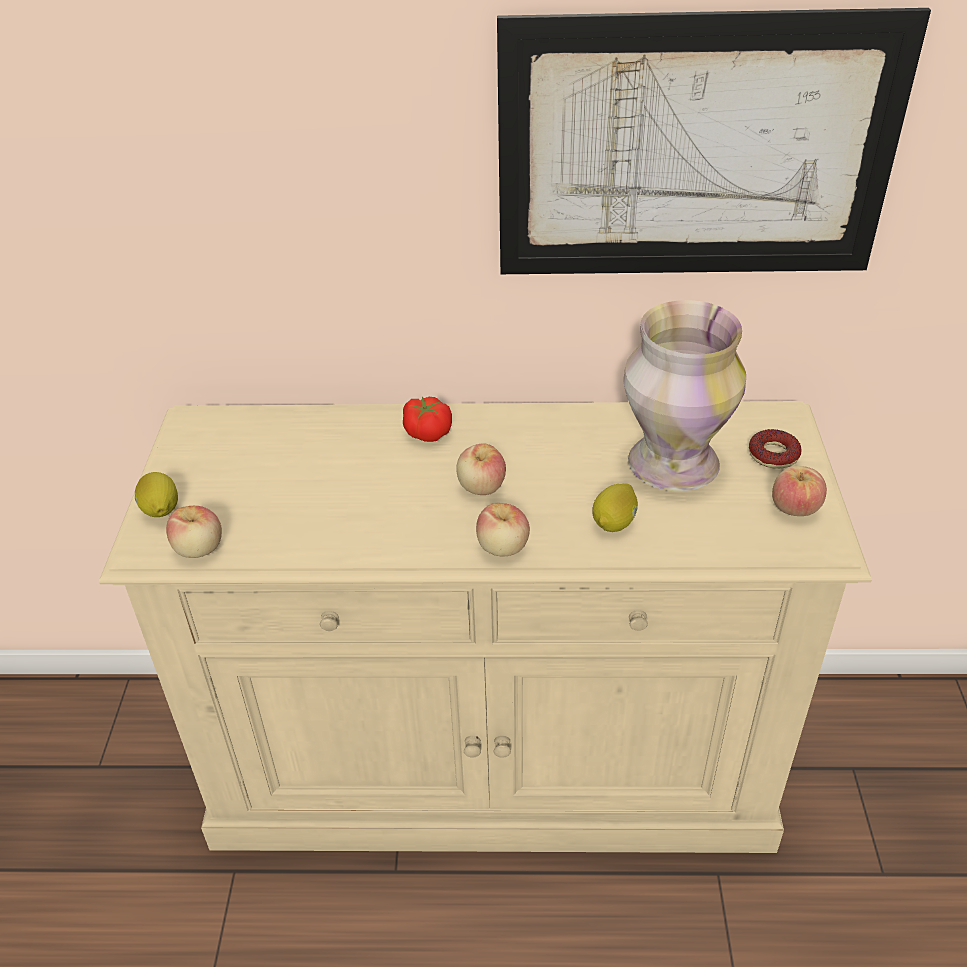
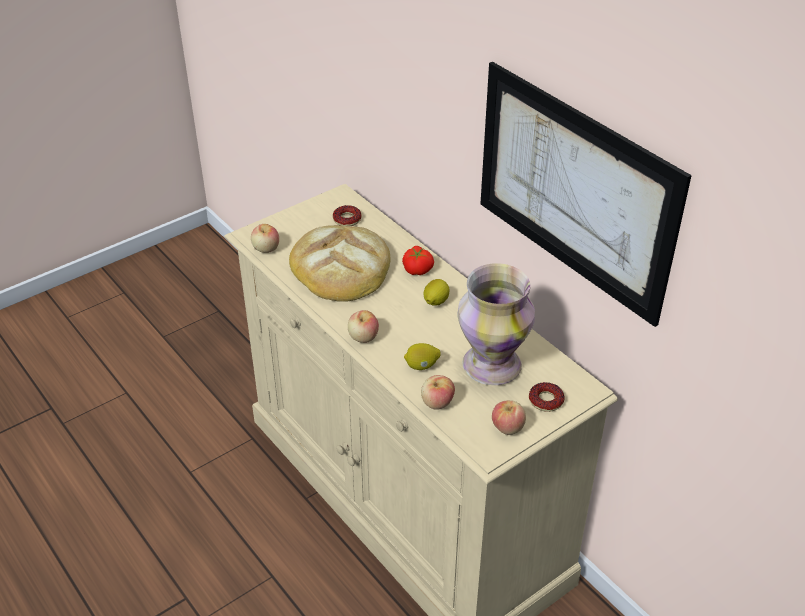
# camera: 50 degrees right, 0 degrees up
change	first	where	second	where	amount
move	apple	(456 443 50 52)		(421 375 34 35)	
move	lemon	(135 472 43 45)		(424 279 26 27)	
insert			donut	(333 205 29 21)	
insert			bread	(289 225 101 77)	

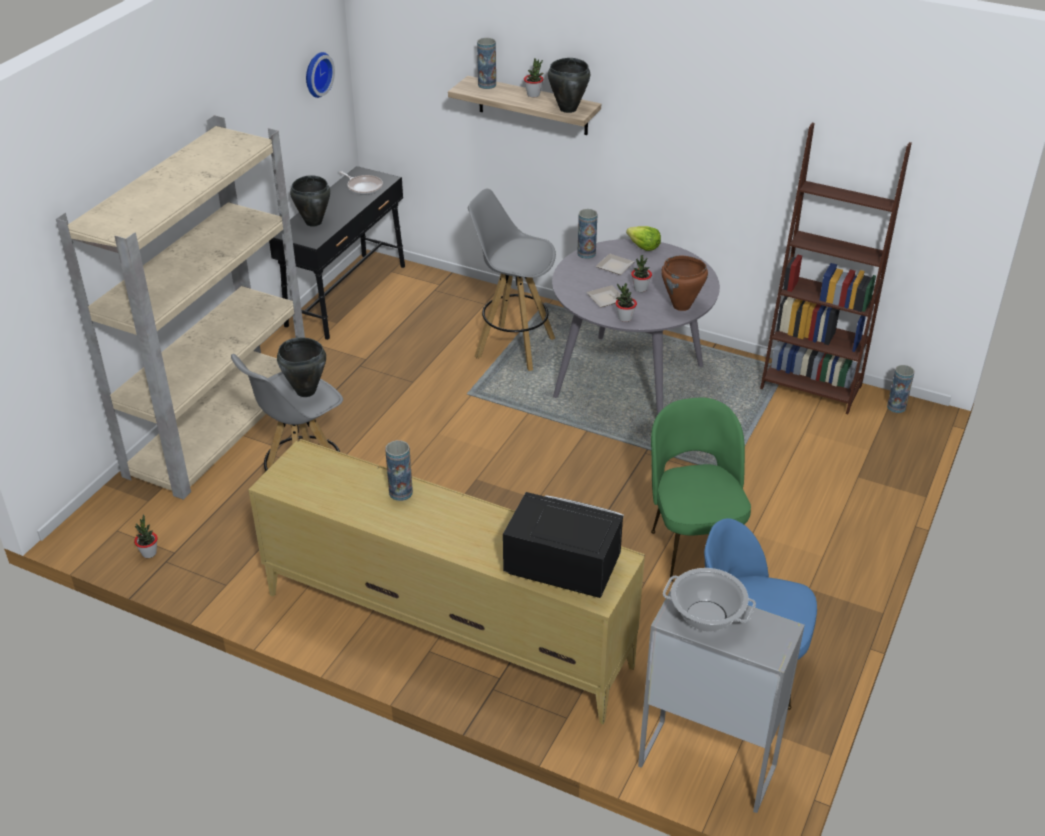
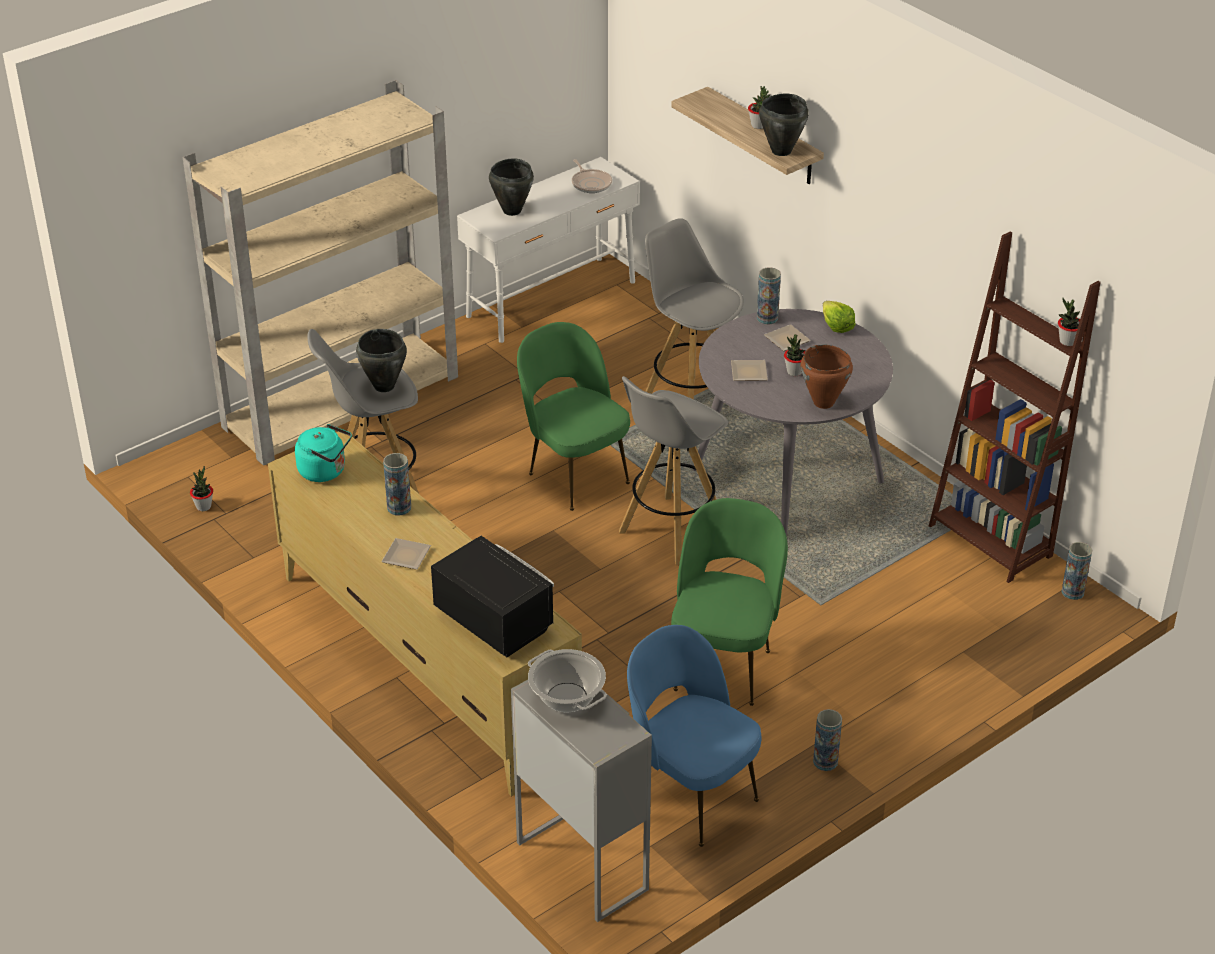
# camera: 25 degrees right, 0 degrees up
change	first	where	second	where	amount
move	vase	(477 38 19 51)		(813 709 29 62)	
delete	wall clock	(306 52 29 46)			
recolor	console table (black)	(269 166 136 174)	console table (white)	(457 157 183 186)	
move	potted plant	(616 283 21 39)		(1058 298 22 48)	
insert			chair (green)	(517 322 113 189)	
insert			stool (grey)	(619 376 109 189)	
insert			kettle (turquoise)	(295 424 57 58)	
insert			plate	(381 538 50 32)	

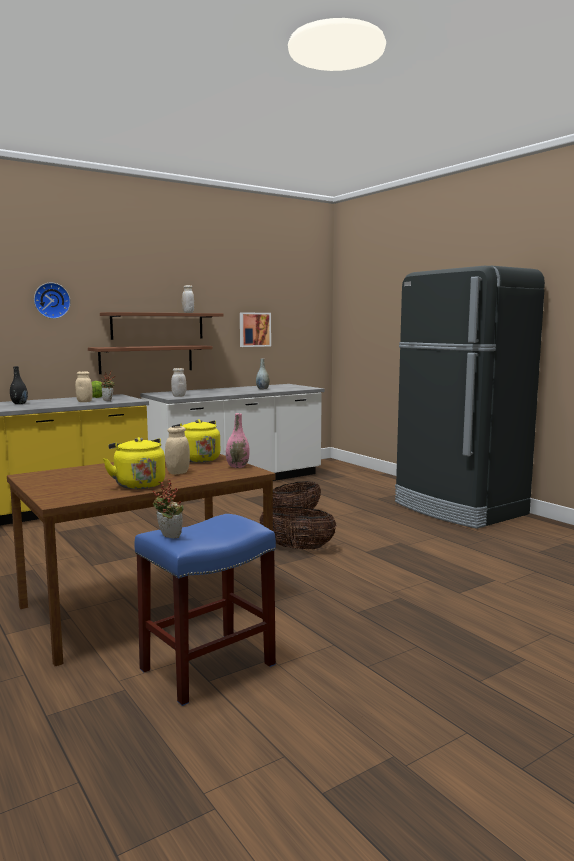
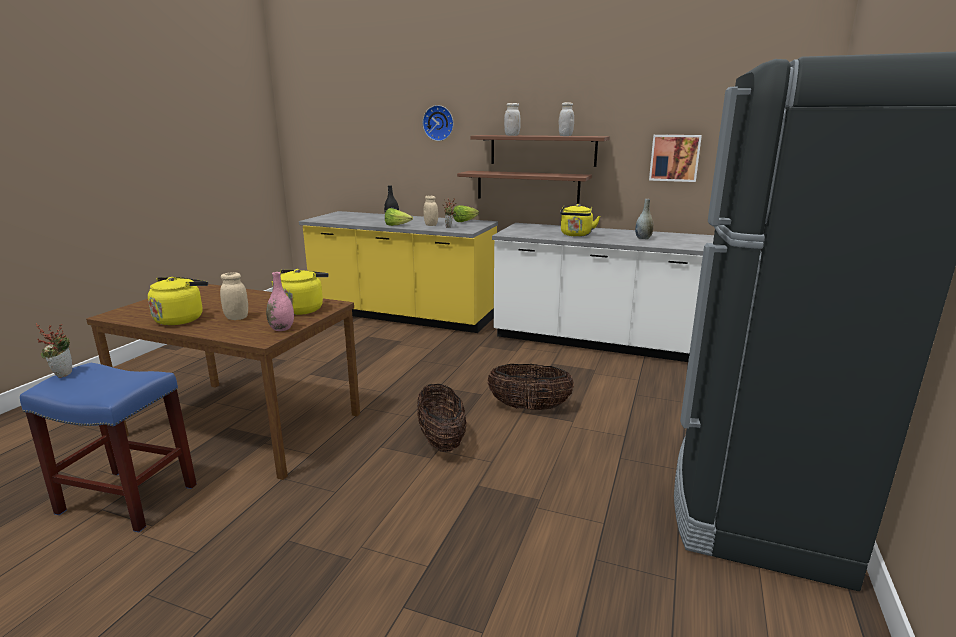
# camera: 55 degrees right, 10 degrees up
change	first	where	second	where	amount
move	jar (white)	(171 368 15 29)		(504 103 17 33)	
insert			kettle (yellow)	(560 204 40 33)	
insert			lettuce	(385 208 28 18)	

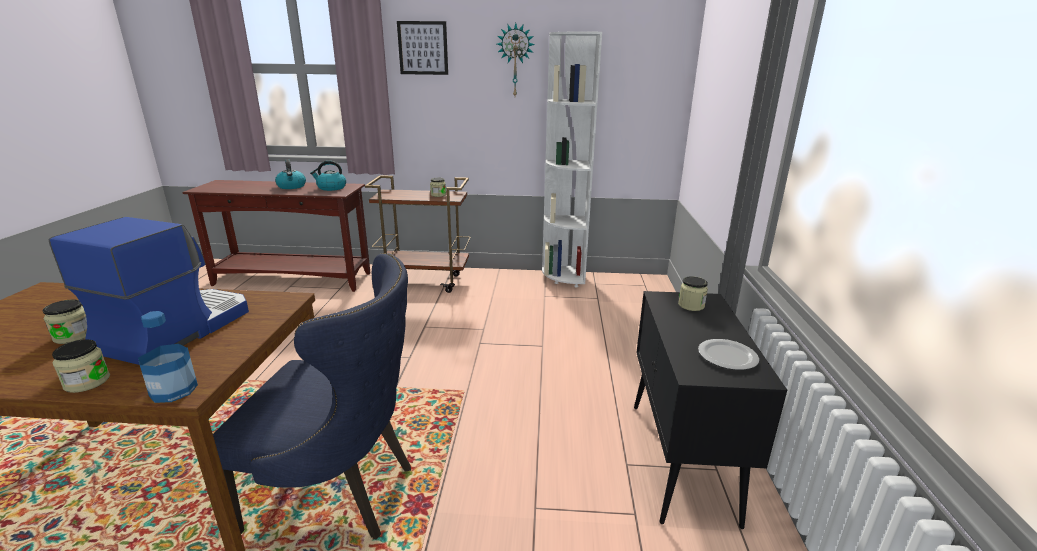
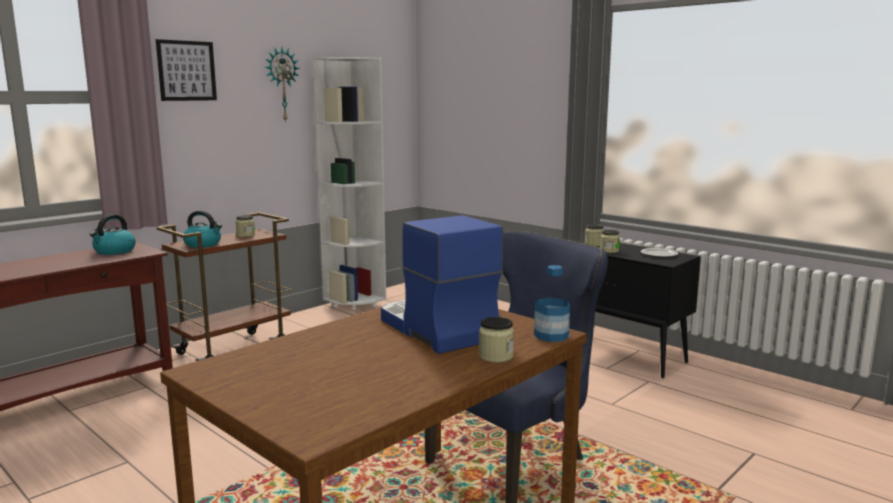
# camera: 50 degrees left, 10 degrees down
change	first	where	second	where	amount
move	kettle	(275 159 31 30)		(183 211 39 37)	
move	jar	(43 299 44 45)		(600 230 20 23)	

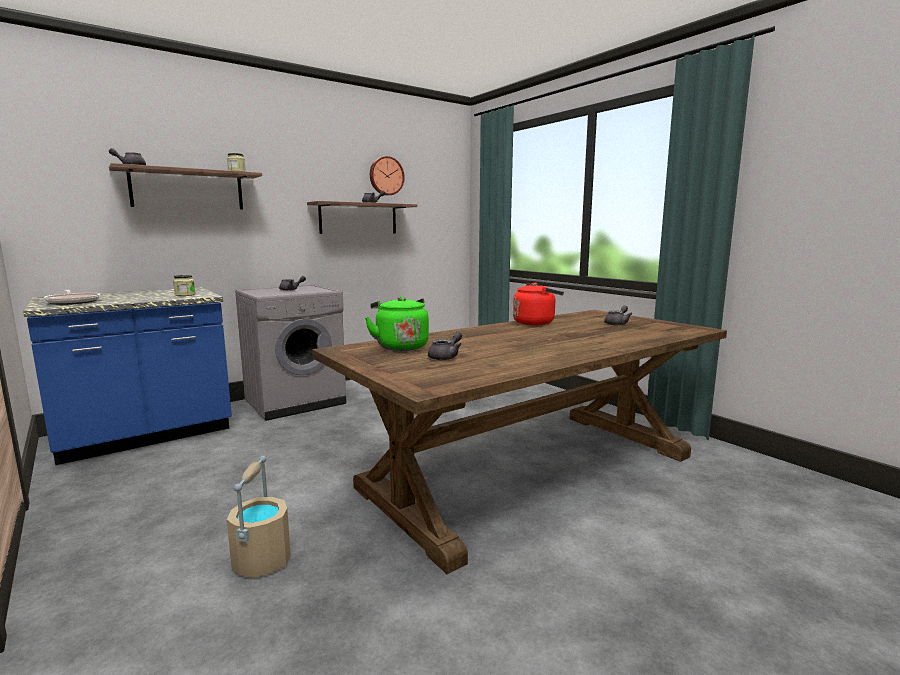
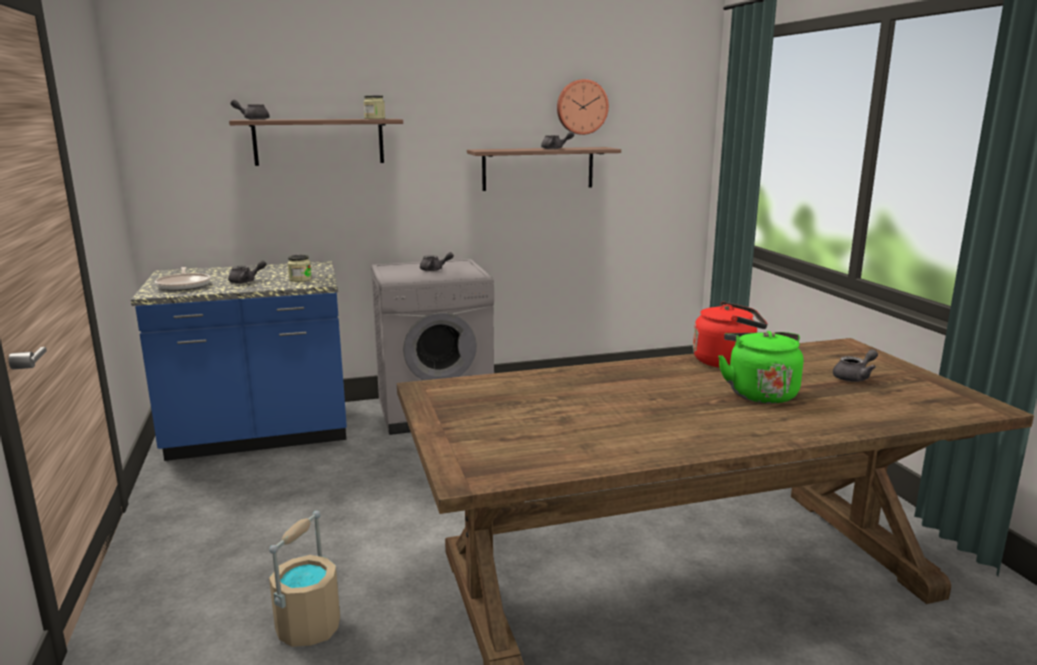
# camera: 20 degrees right, 5 degrees up
change	first	where	second	where	amount
move	kettle (green)	(365 296 64 55)		(718 331 86 73)	
move	teapot (grey)	(428 332 34 28)		(228 260 39 24)	

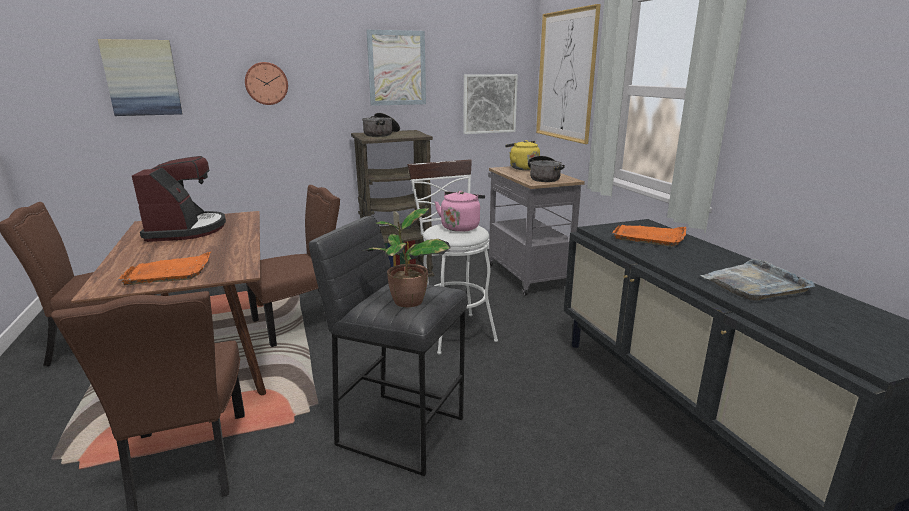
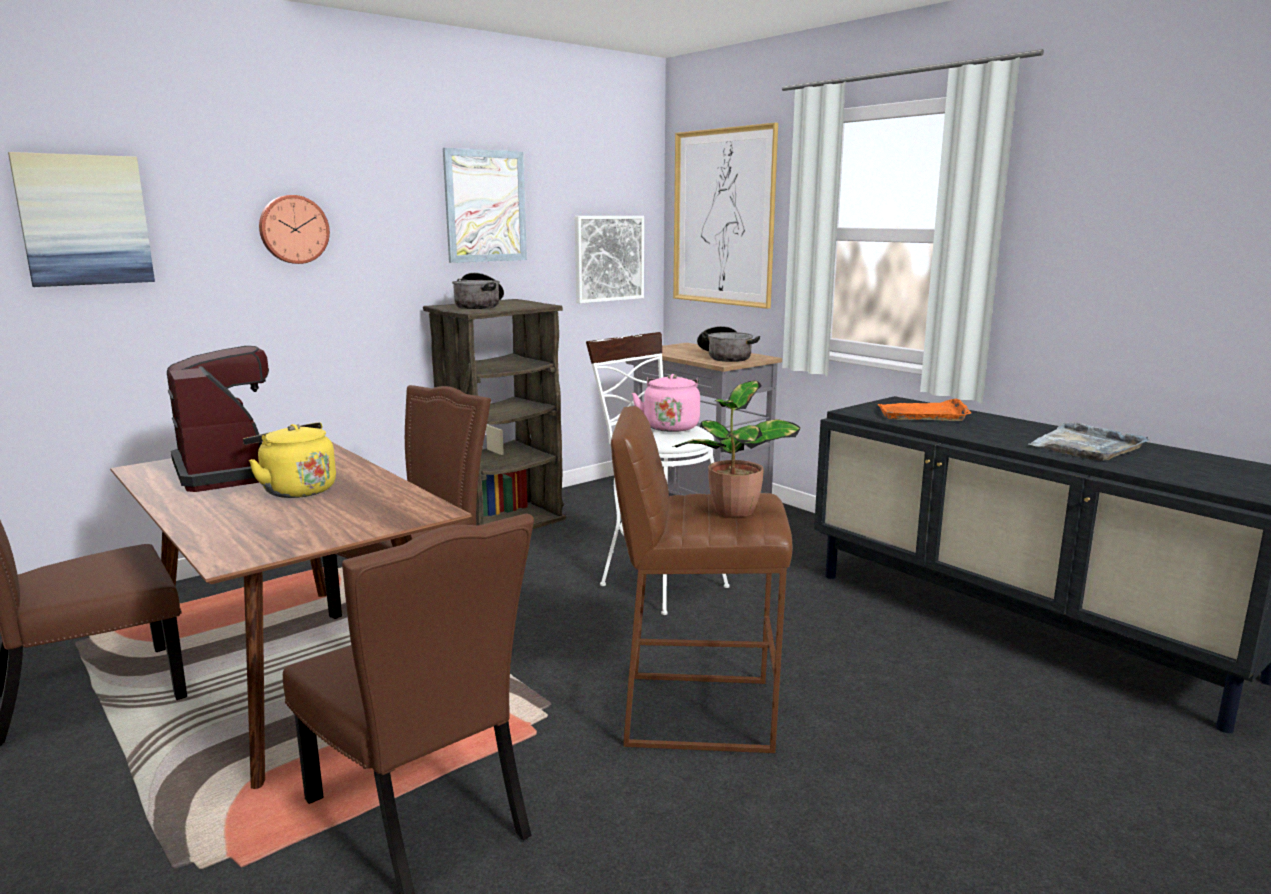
# camera: 20 degrees left, 5 degrees down
change	first	where	second	where	amount
move	kettle (yellow)	(505 140 35 30)		(243 422 93 76)	
recolor	stool (grey)	(309 216 159 260)	stool (brown)	(611 406 181 347)	
delete	tray (orange)	(118 251 94 34)			

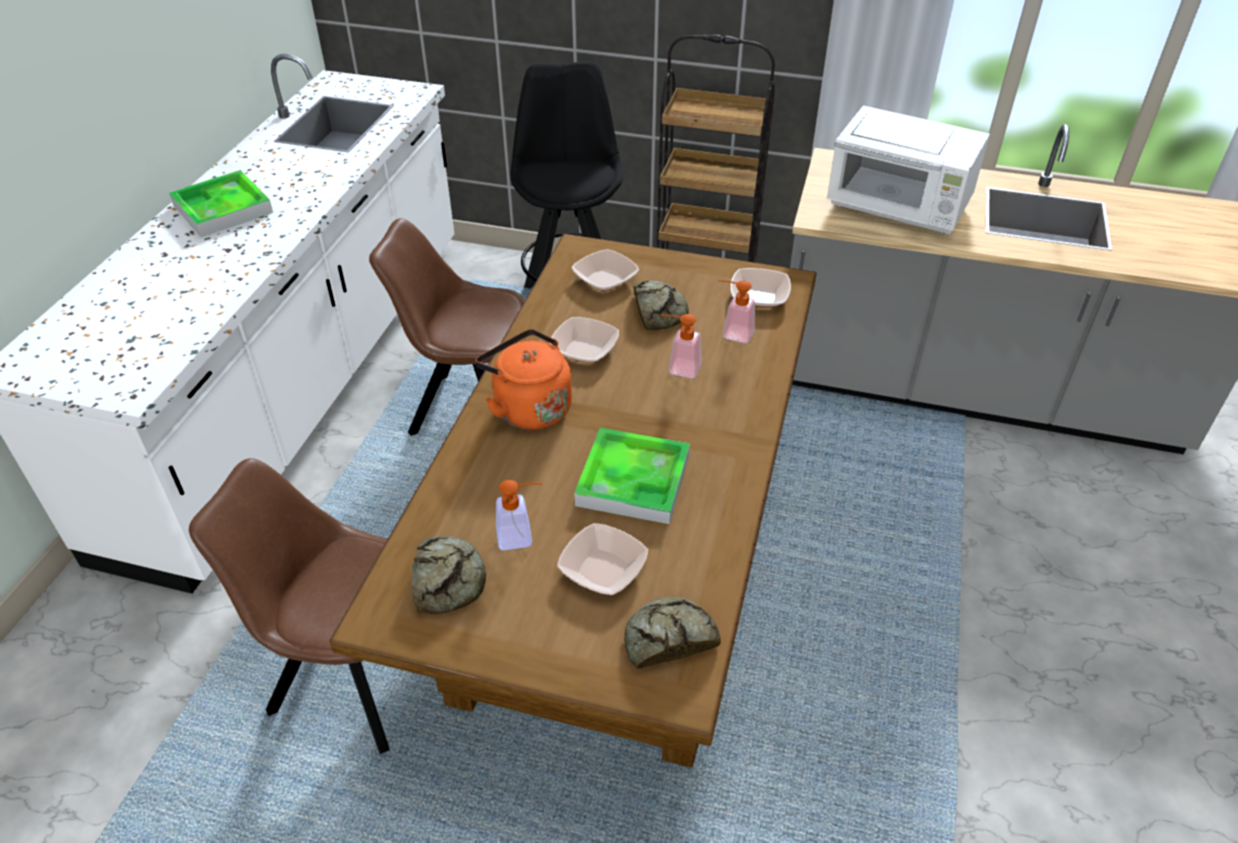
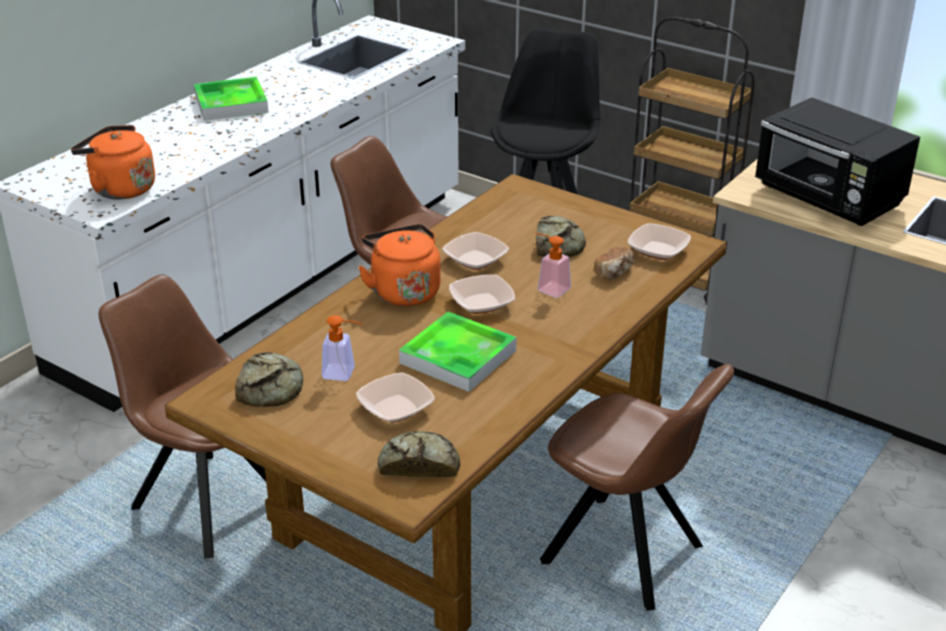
# camera: 20 degrees right, 10 degrees down
change	first	where	second	where	amount
recolor	microwave (white)	(826 106 164 128)	microwave (black)	(755 97 165 129)	
move	bowl	(572 249 67 42)		(449 274 66 40)	
replace	soap dispenser	(718 280 37 63)	bread	(594 247 41 33)	
insert			kettle (orange)	(71 125 84 74)	
insert			chair (brown)	(540 364 194 247)	

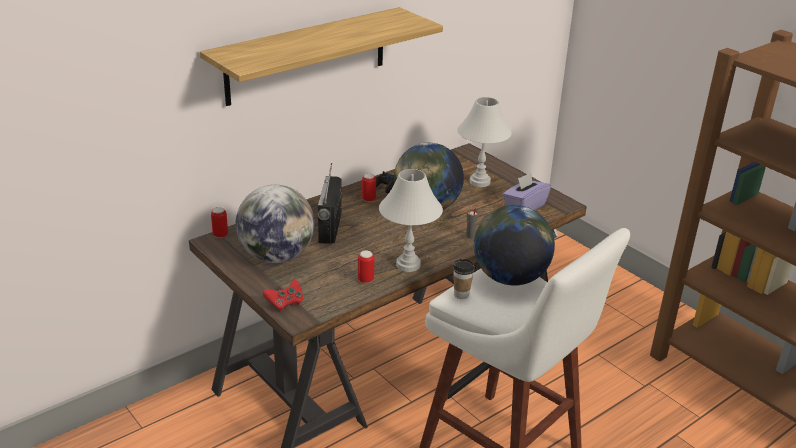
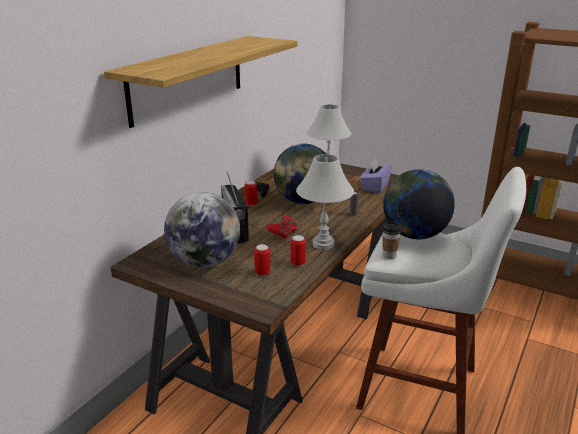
# camera: 20 degrees left, 5 degrees down
change	first	where	second	where	amount
move	can	(211 207 17 31)		(254 244 16 32)	
move	game controller (red)	(263 280 40 31)		(267 215 31 25)	

